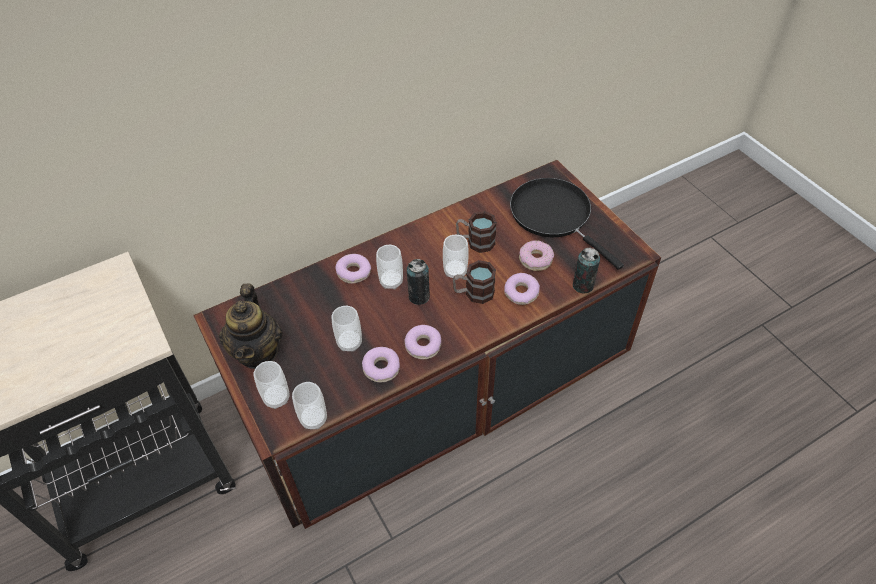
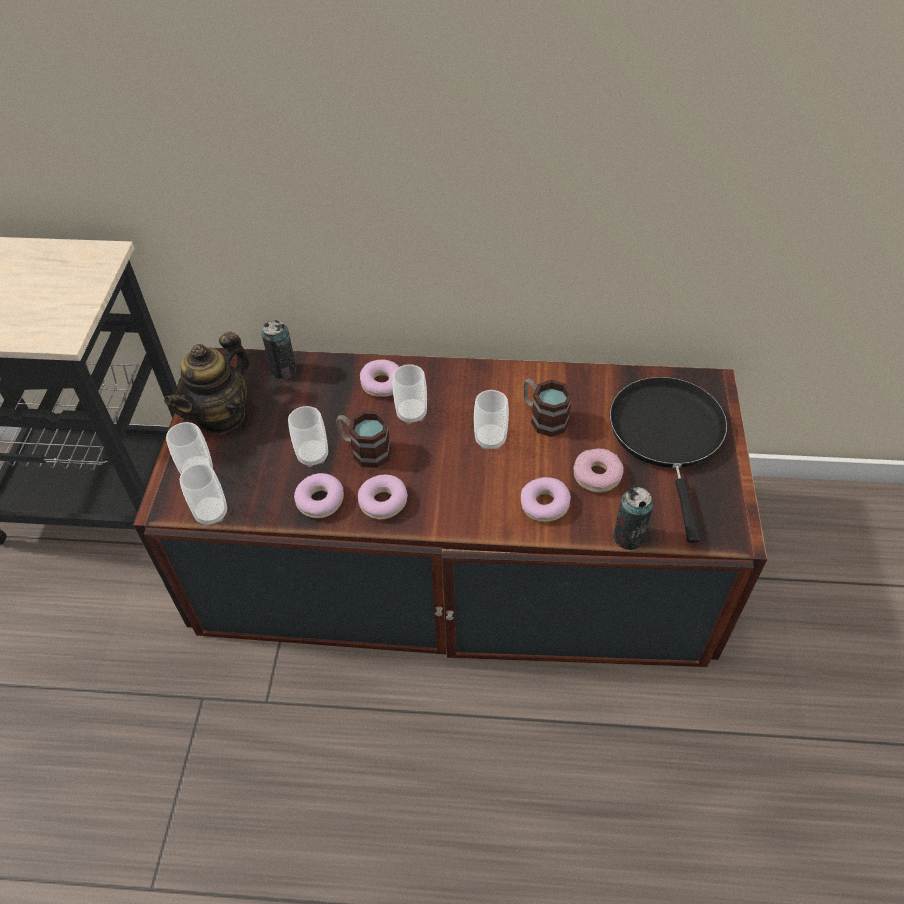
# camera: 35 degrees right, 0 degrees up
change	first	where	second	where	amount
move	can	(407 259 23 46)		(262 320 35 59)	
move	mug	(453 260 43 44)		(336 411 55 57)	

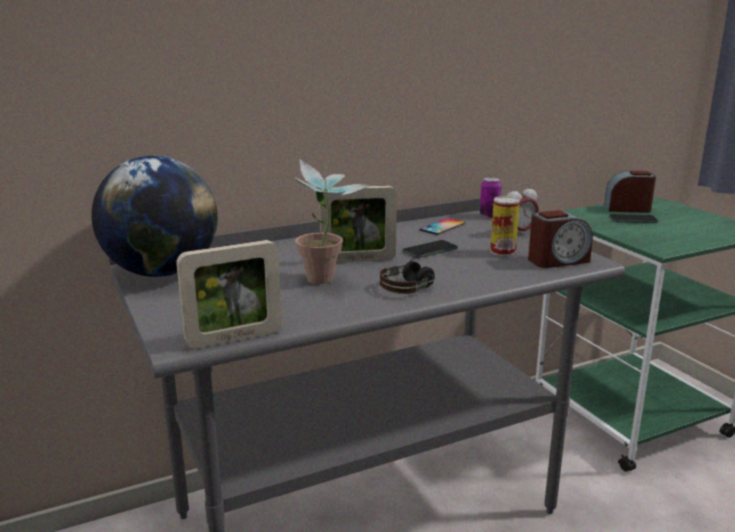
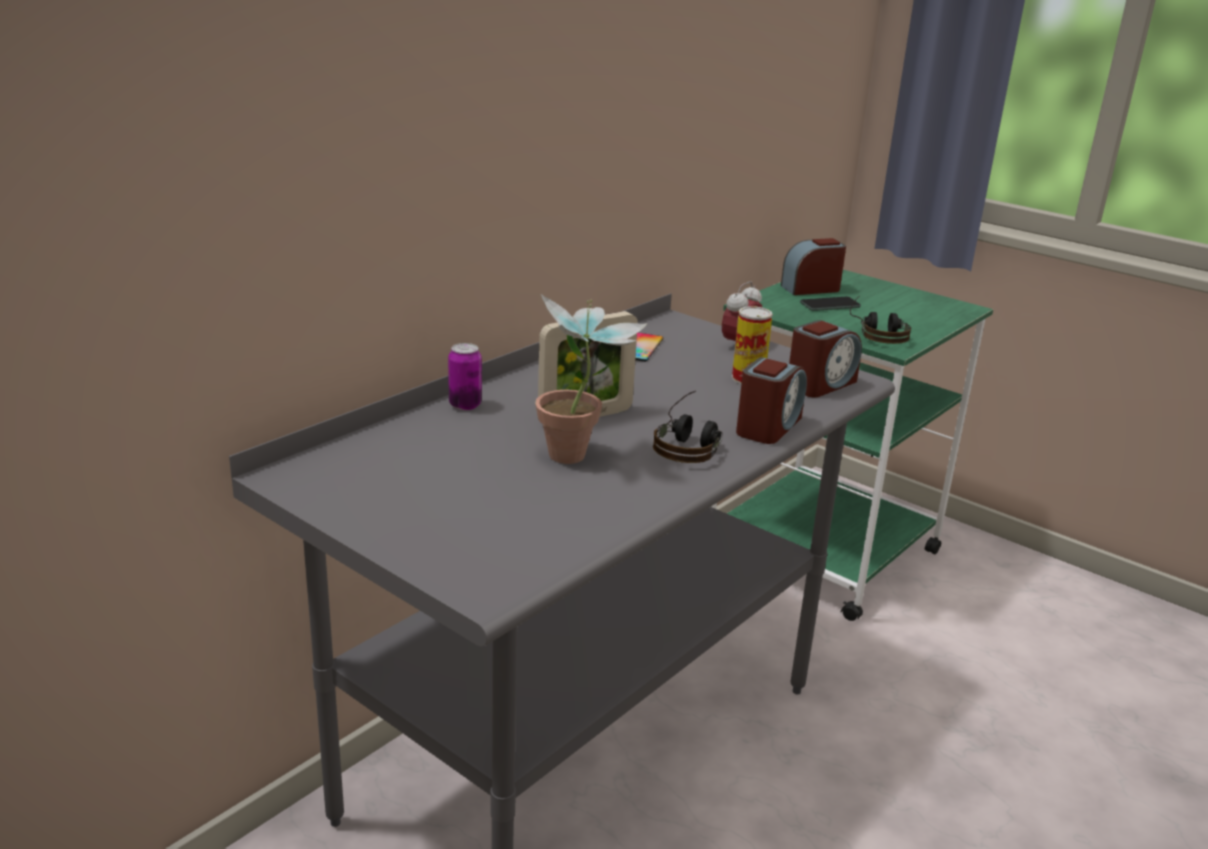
# camera: 25 degrees left, 5 degrees up
change	first	where	second	where	amount
delete	globe	(91 155 127 122)			
move	can	(480 177 21 41)		(448 343 34 67)	
delete	picture frame	(176 240 106 109)			
delete	phone	(402 240 56 18)			
insert			headphones	(850 296 61 48)	
insert			alarm clock	(736 357 71 87)	

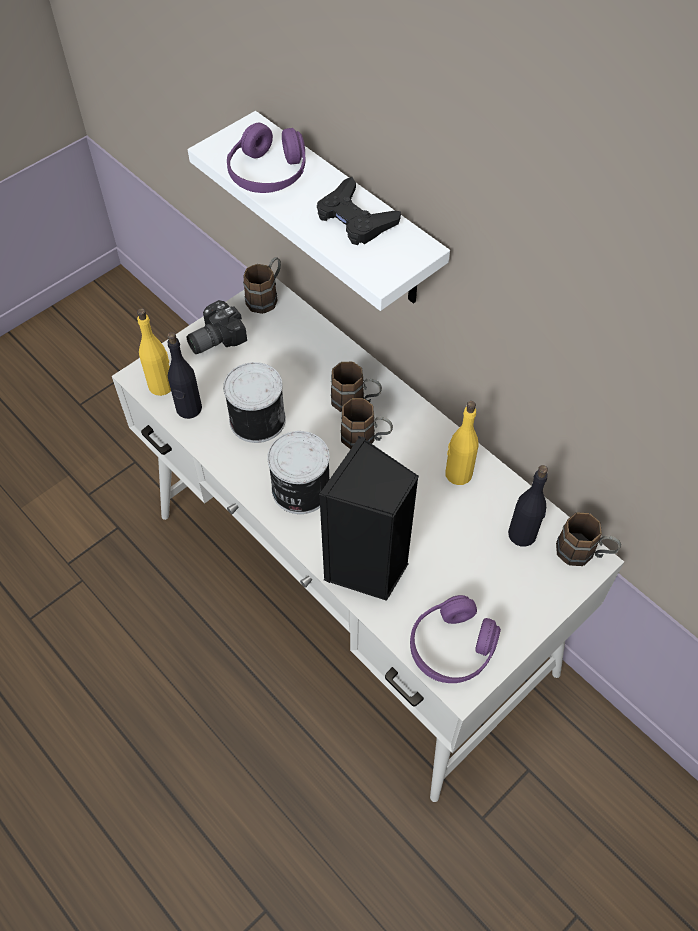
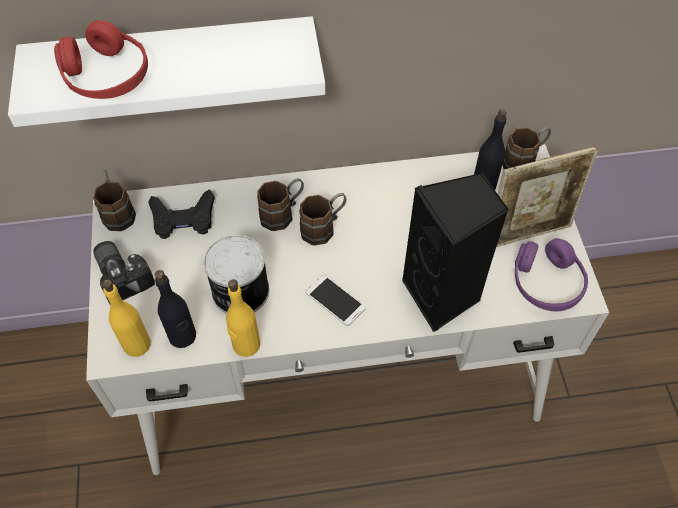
# camera: 55 degrees left, 0 degrees up
change	first	where	second	where	amount
recolor	headphones (purple)	(227 122 79 71)	headphones (red)	(54 20 94 79)	
move	game controller (black)	(317 177 84 68)		(148 189 66 50)	
rotate	photo camera	(186 300 61 54)		(93 241 62 63)	150 degrees clockwise
move	bottle (yellow)	(445 401 34 84)		(226 279 34 78)	
replace	can	(267 431 63 83)	phone	(306 275 60 51)	
insert			picture frame	(496 146 103 101)	

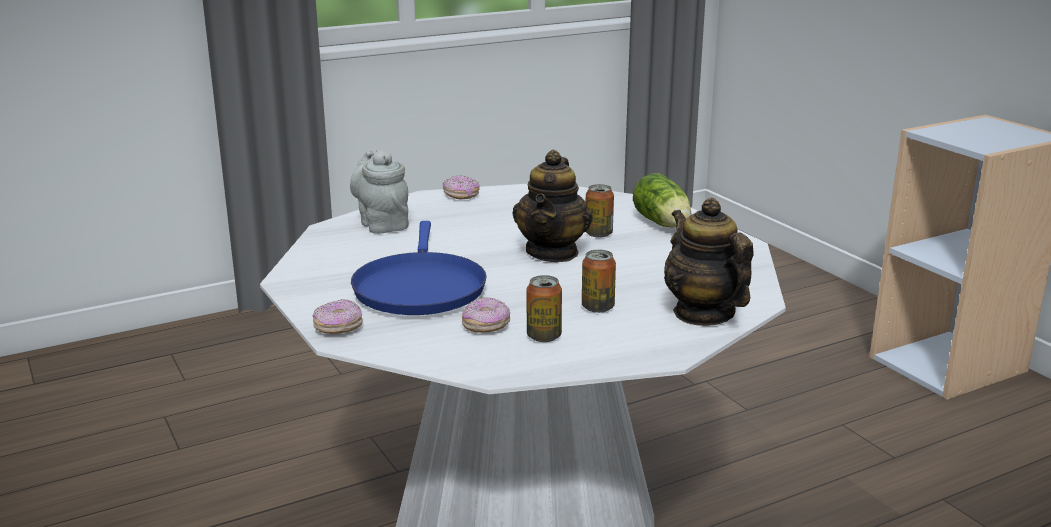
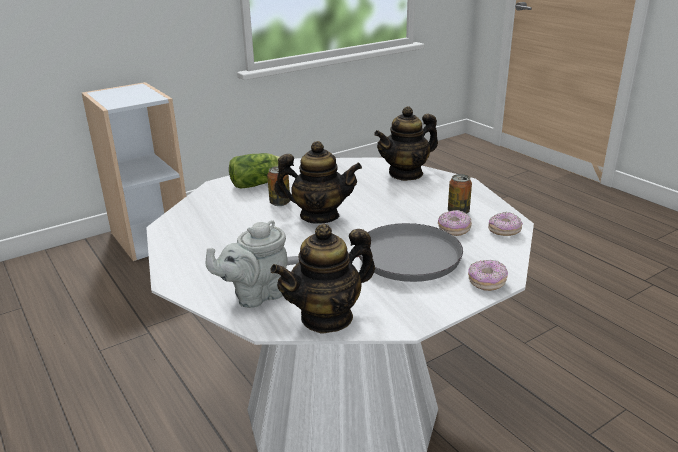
# camera: 95 degrees left, 5 degrees up
change	first	where	second	where	amount
move	donut	(443 175 37 24)		(488 212 35 24)	
recolor	frying pan (blue)	(351 221 136 94)	frying pan (grey)	(287 223 176 59)	
delete	can	(582 250 34 63)			
insert			teapot	(270 224 105 110)	

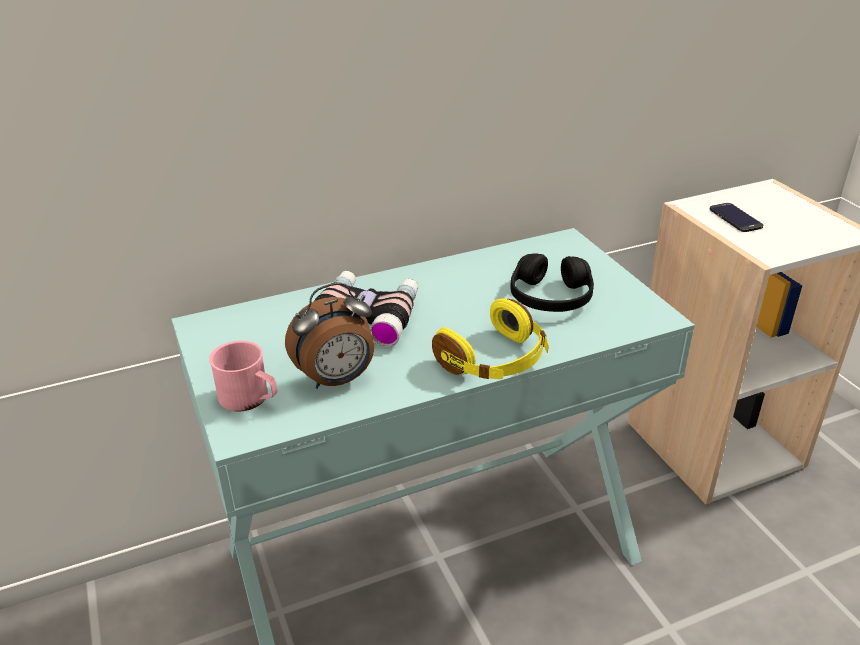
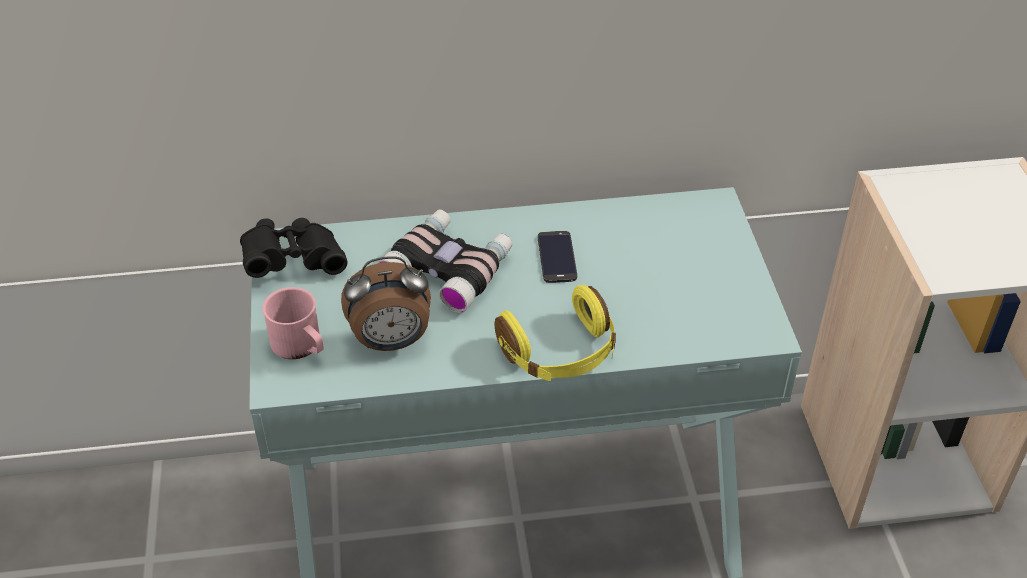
# camera: 15 degrees right, 10 degrees up
change	first	where	second	where	amount
move	phone	(710 203 53 29)		(538 231 39 52)	
delete	headphones (black)	(510 253 84 59)			
insert			binoculars (black)	(240 218 107 60)	

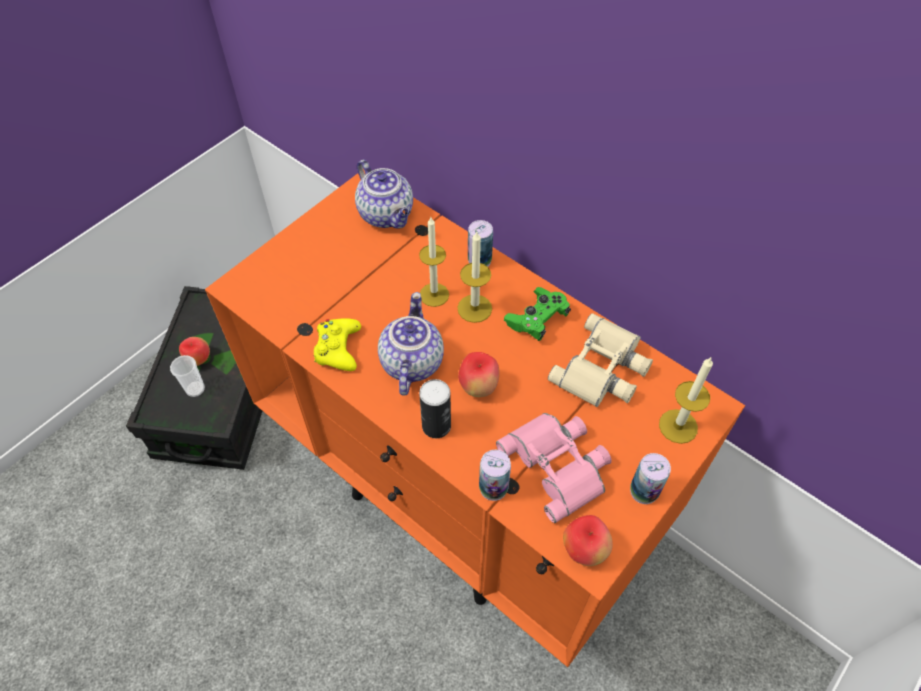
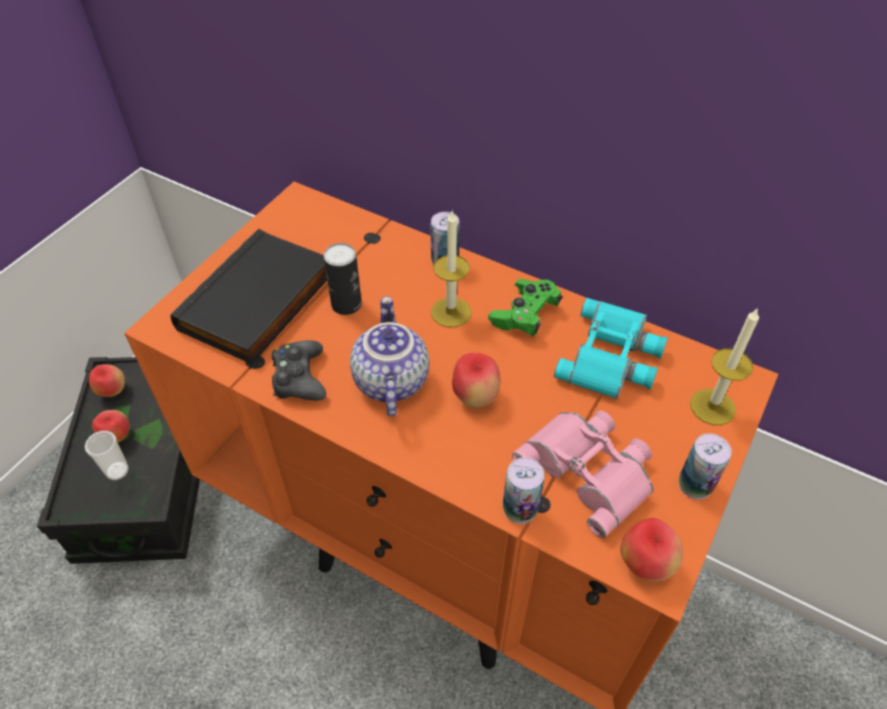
# camera: 10 degrees left, 5 degrees down
change	first	where	second	where	amount
delete	teapot	(355 159 58 70)			
delete	candle	(419 217 30 90)			
recolor	binoculars (beige)	(548 313 105 94)	binoculars (turquoise)	(554 298 114 101)	
recolor	game controller (yellow)	(314 318 47 53)	game controller (black)	(272 340 54 60)	
move	can	(419 379 32 59)		(324 243 38 72)	
insert			book (black)	(171 229 156 135)	
insert			apple	(89 364 36 33)	

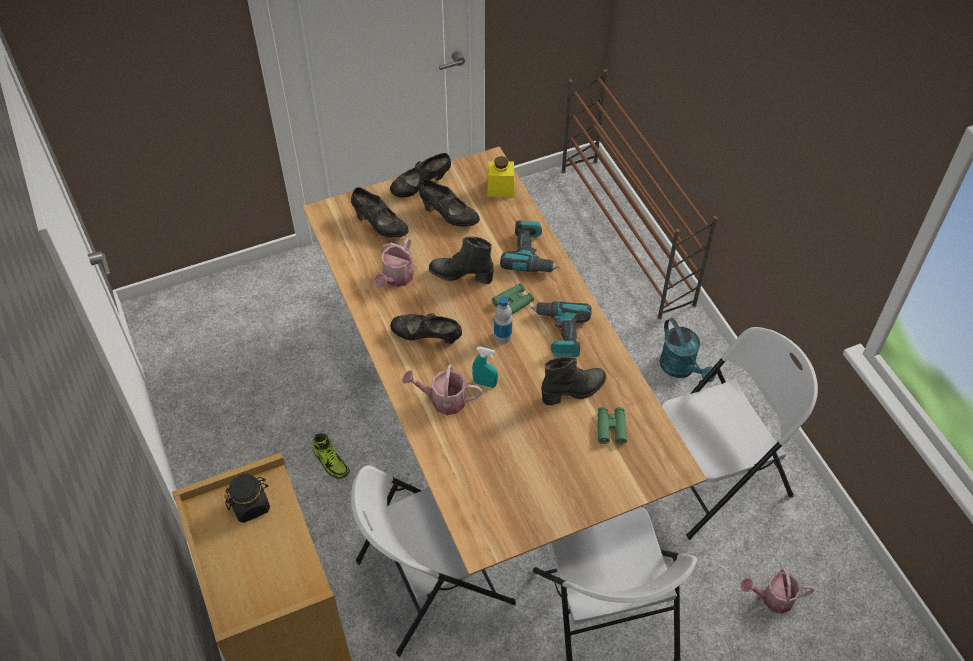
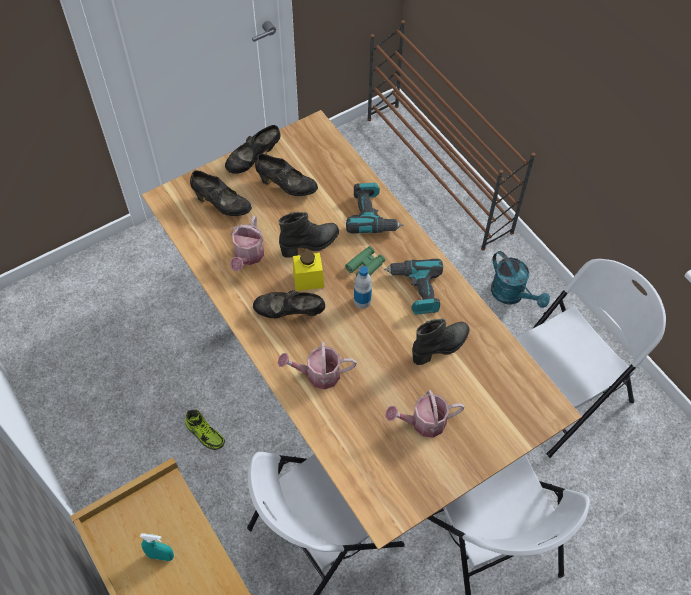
# camera: 10 degrees left, 5 degrees up
change	first	where	second	where	amount
move	jar (yellow)	(487 156 27 41)		(293 251 32 40)	
rotate	boot (black)	(429 237 65 47)		(279 212 60 46)	150 degrees clockwise
move	spray bottle (turquoise)	(472 347 26 41)		(140 533 34 28)	
delete	binoculars (green)	(598 407 29 37)			
delete	jar (black)	(224 474 46 49)			
move	watering can	(741 569 74 45)		(385 390 80 48)	

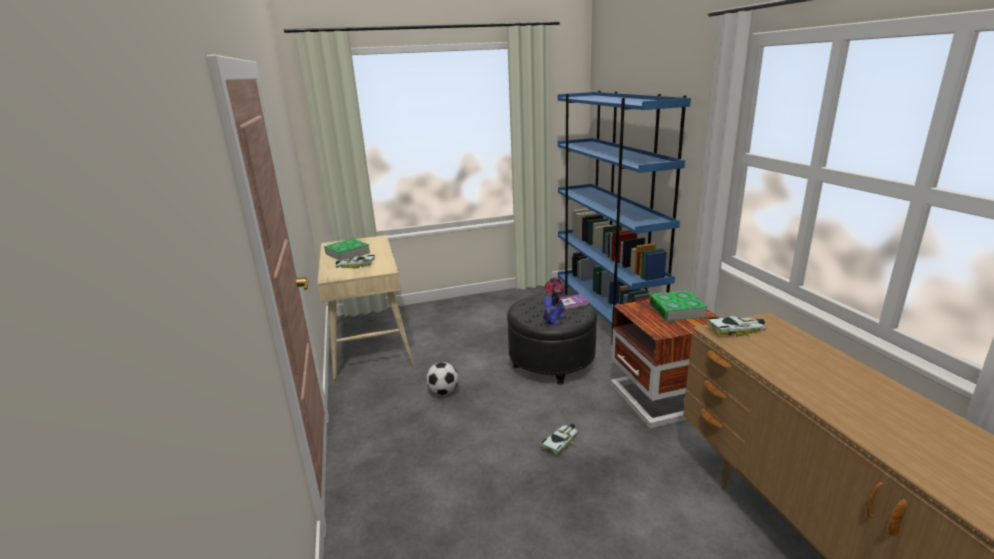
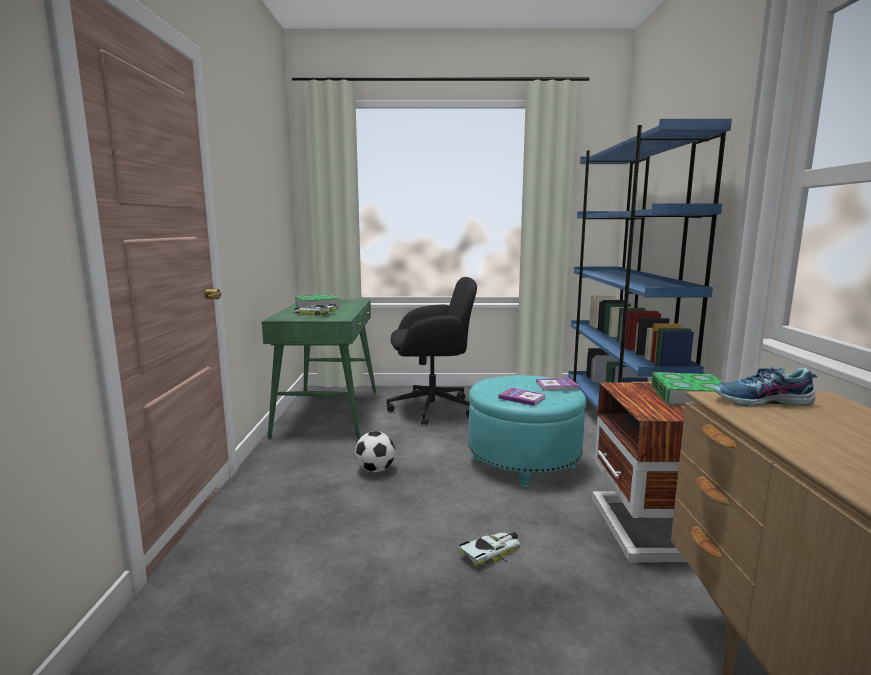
# camera: 15 degrees right, 10 degrees down
change	first	where	second	where	amount
recolor	desk (beige)	(318 235 96 144)	desk (green)	(262 300 114 139)	
replace	toy robot	(543 277 23 49)	book	(498 388 48 18)	
recolor	ottoman (black)	(507 294 90 91)	ottoman (turquoise)	(468 375 118 112)	
replace	toy car	(707 316 59 21)	shoe	(715 367 102 39)	
insert			office chair (black)	(386 277 91 148)	

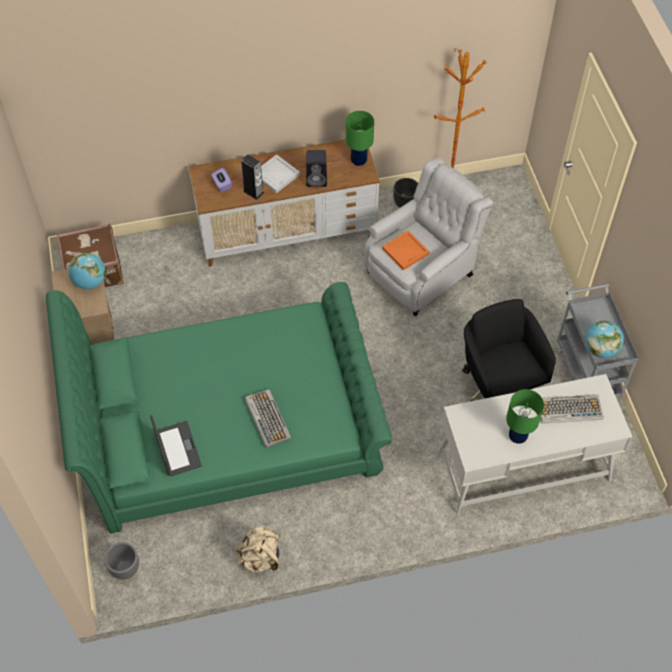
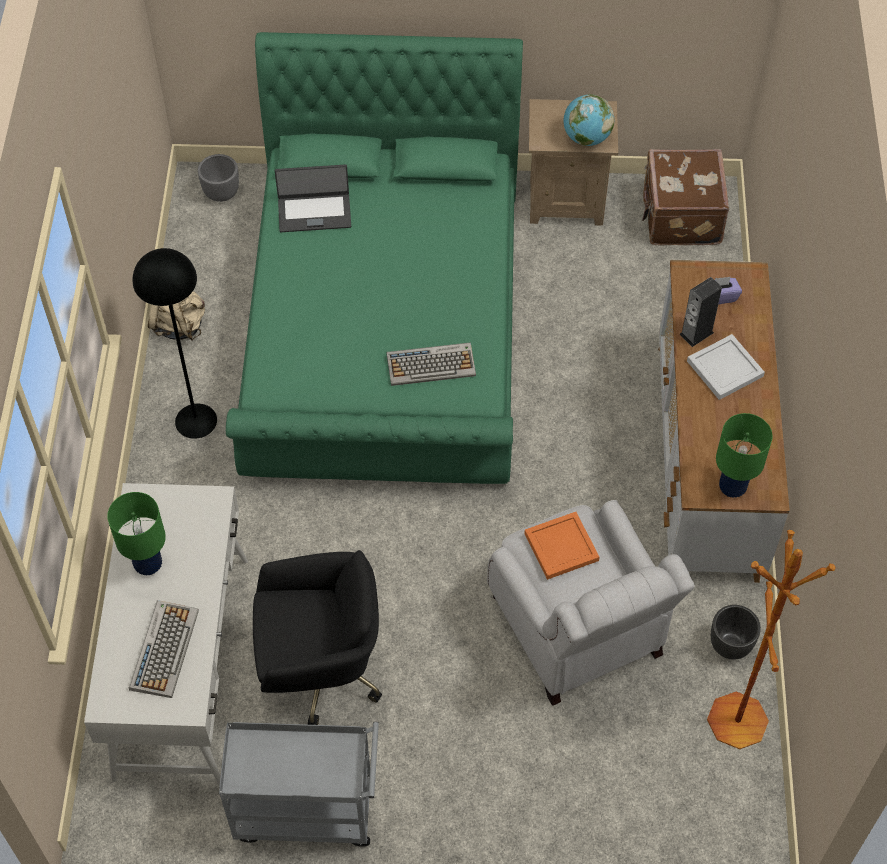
# camera: 105 degrees right, 0 degrees up
change	first	where	second	where	amount
delete	speaker (black)	(306 150 21 37)			
delete	globe	(585 320 39 38)			
move	keyboard	(245 389 46 59)		(386 343 90 43)	
insert			floor lamp (black)	(133 248 84 191)	

